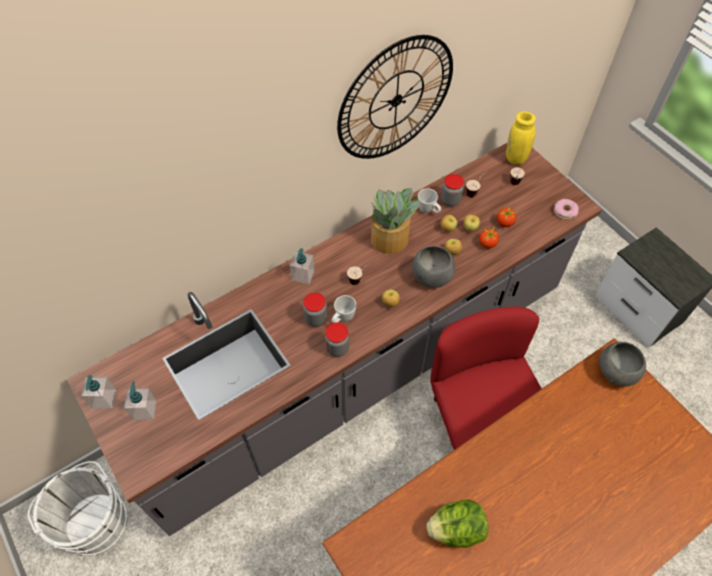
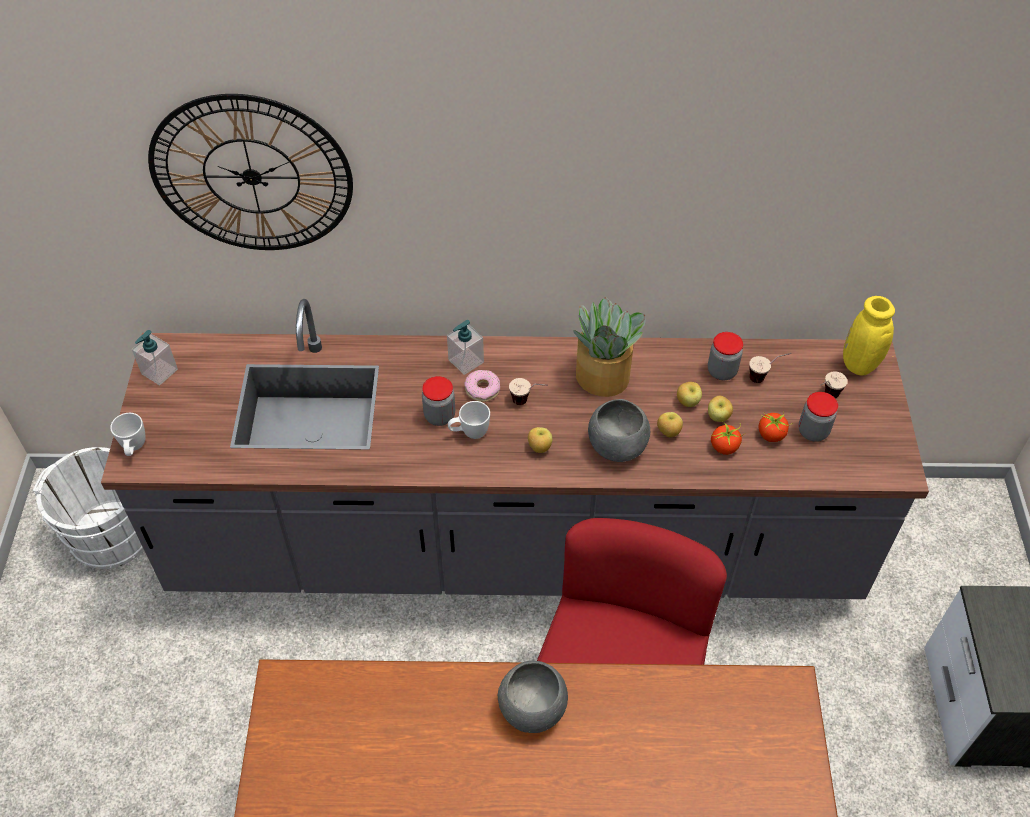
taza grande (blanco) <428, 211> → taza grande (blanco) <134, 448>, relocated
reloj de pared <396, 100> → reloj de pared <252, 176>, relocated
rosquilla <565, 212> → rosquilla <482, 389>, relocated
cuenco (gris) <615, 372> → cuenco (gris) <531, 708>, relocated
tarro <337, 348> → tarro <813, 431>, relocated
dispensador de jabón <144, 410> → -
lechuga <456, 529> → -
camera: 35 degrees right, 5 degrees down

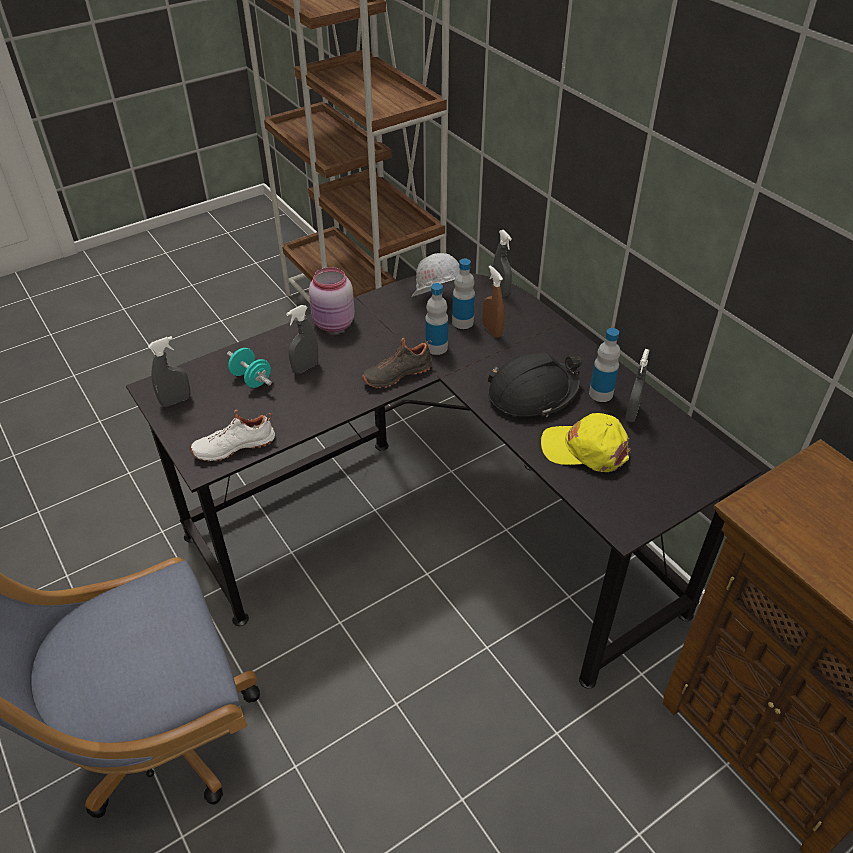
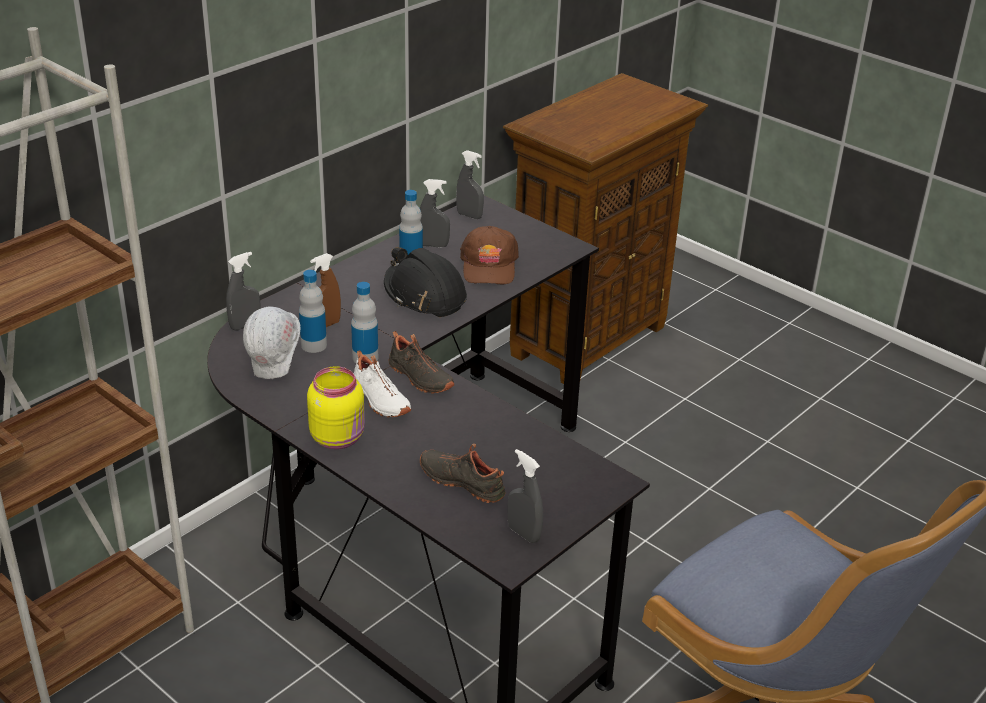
tarro (rosa) <334, 324> → tarro (amarillo) <339, 437>
zapato (blanco) <234, 445> → zapato (blanco) <379, 400>, relocated
mancuerna (turquesa) <251, 379> → zapato (negro) <463, 481>
pulverizador (gris) <305, 367> → pulverizador (gris) <469, 215>, relocated
gorra (amarillo) <585, 449> → gorra (marrón) <489, 266>
camera: 105 degrees left, 10 degrees down

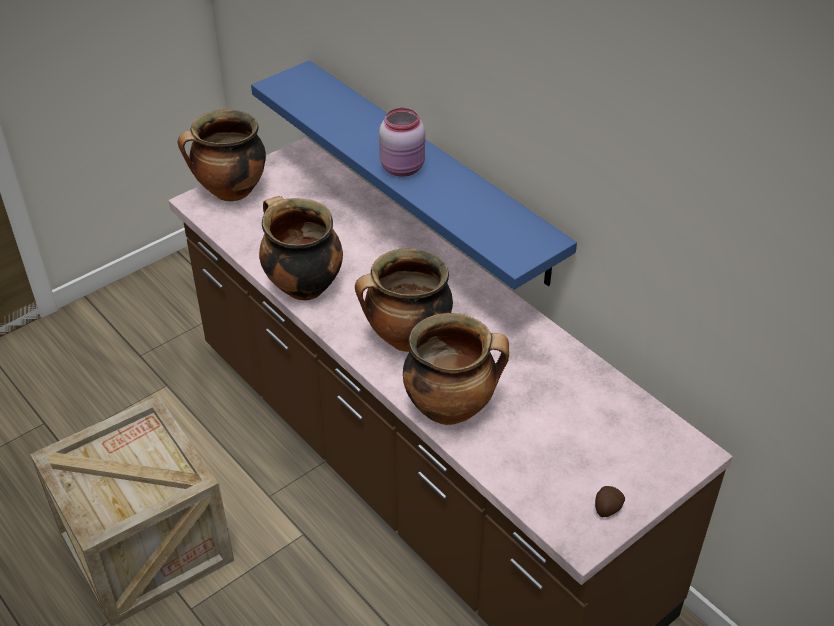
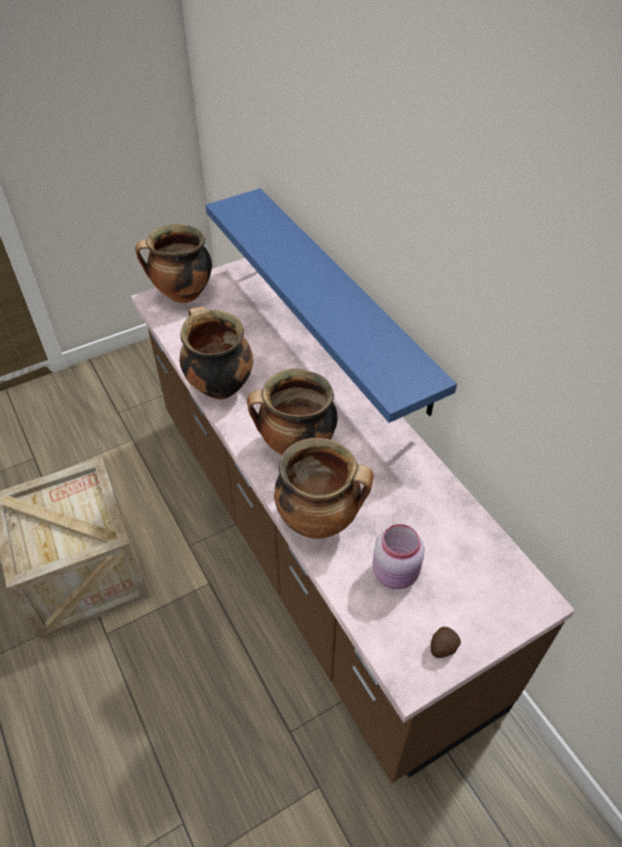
tarro (rosa) <403, 168> → tarro (rosa) <396, 573>, relocated
camera: 10 degrees right, 5 degrees up

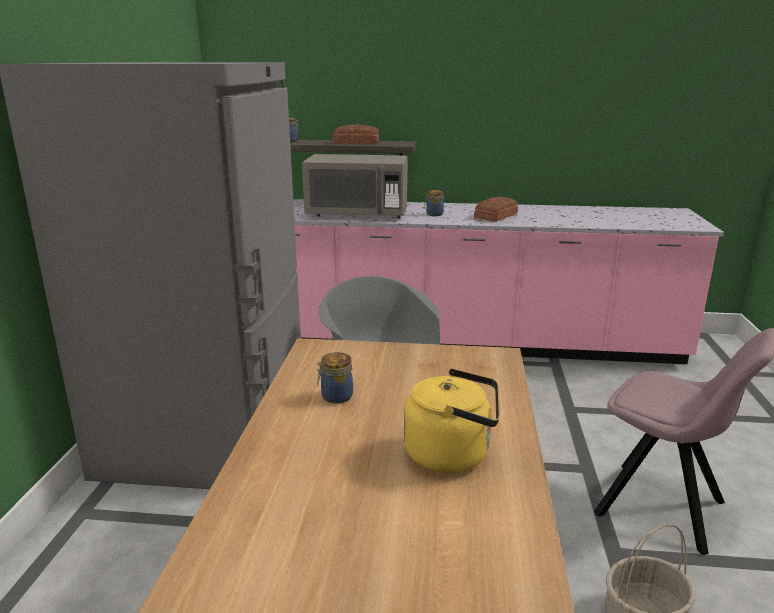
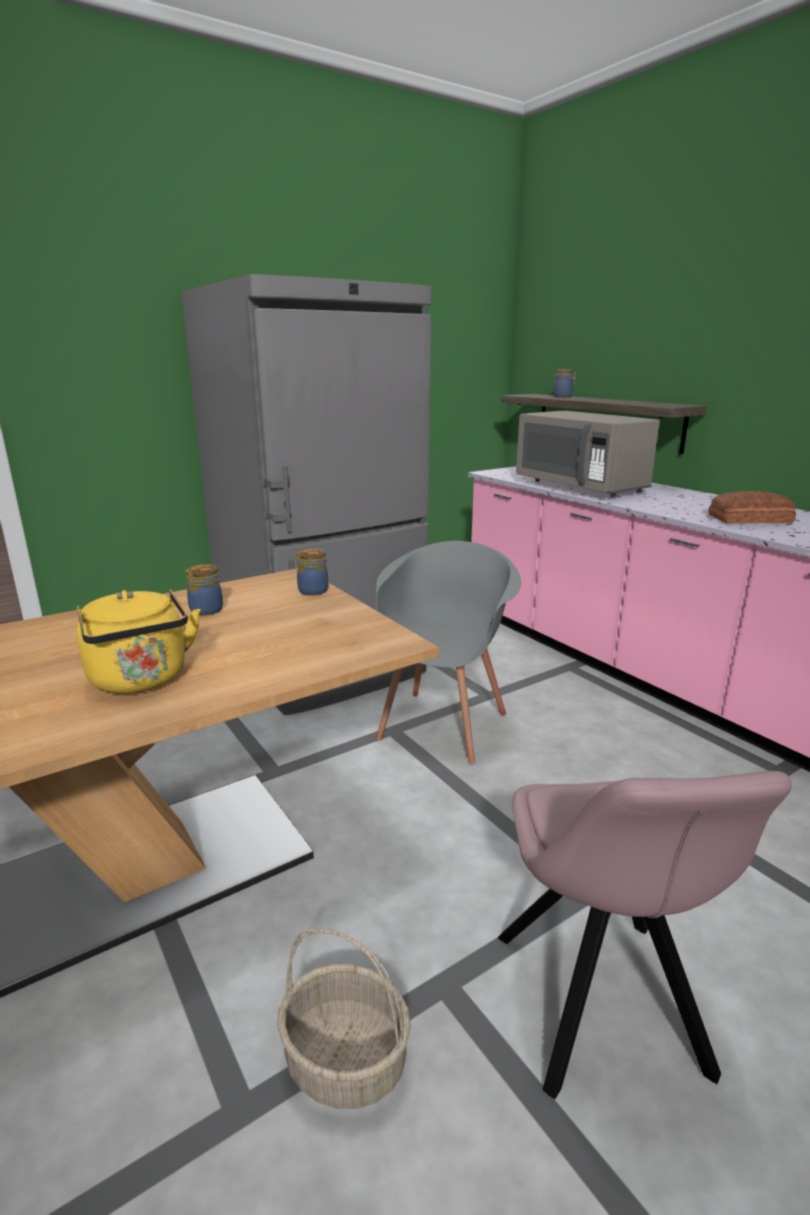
tarro <433, 214> → tarro <312, 590>, relocated
pan <356, 142> → -
camera: 50 degrees right, 0 degrees up

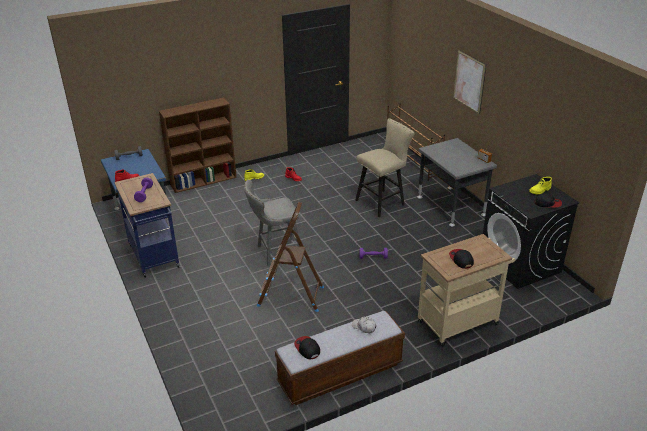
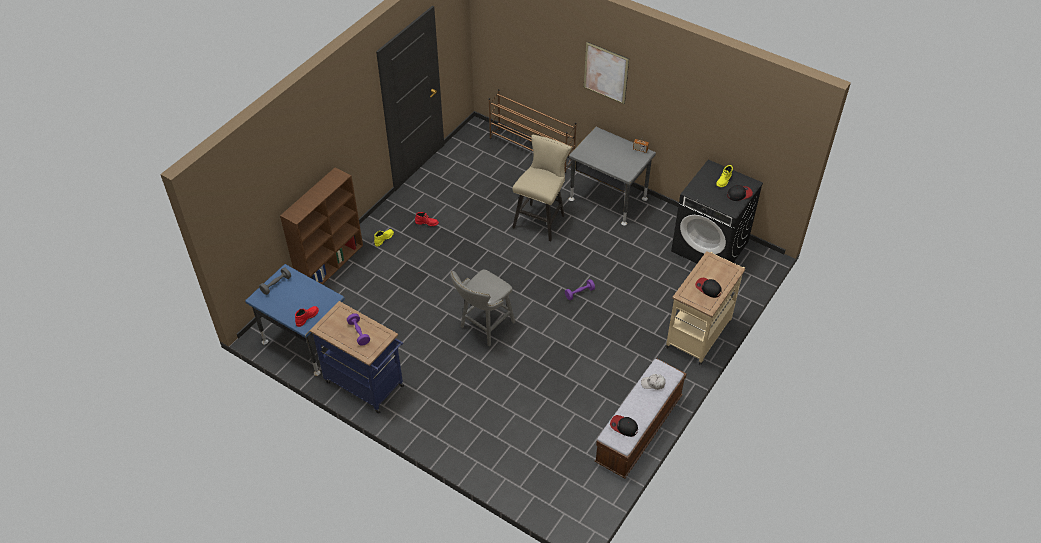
escalera de tijera (marrón) <290, 296> → -
camera: 30 degrees left, 15 degrees up

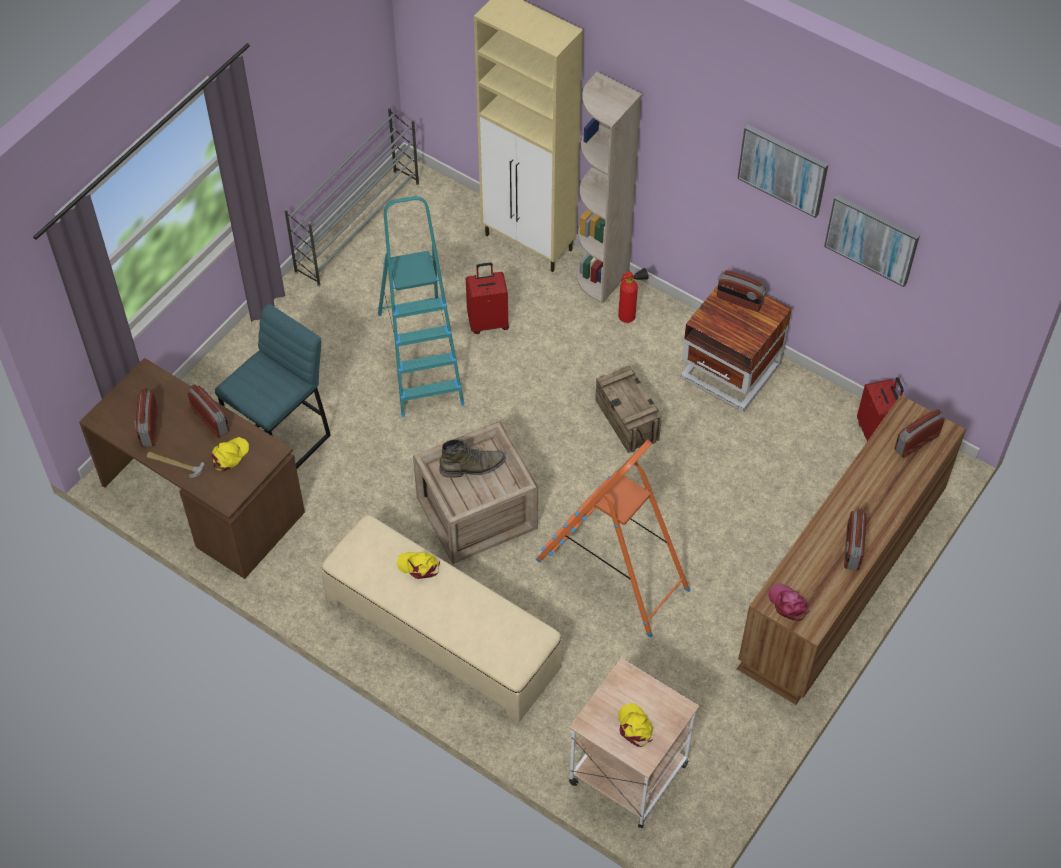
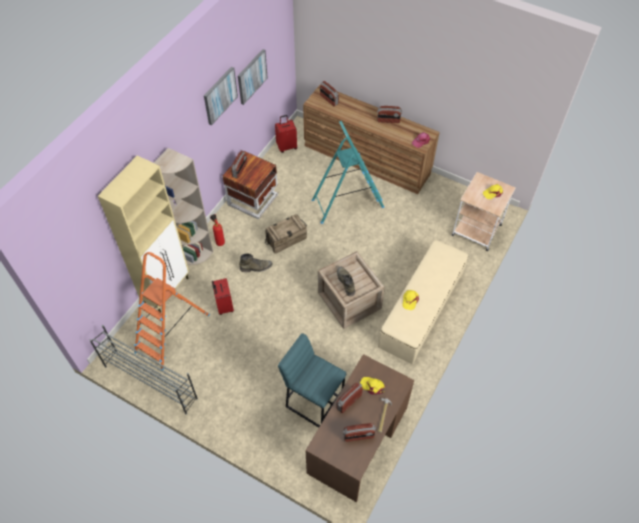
escalera de tijera (naranja) <611, 574> → escalera de tijera (naranja) <172, 333>, relocated
- → bota (verde) <256, 267>
escalera de tijera (turquesa) <420, 358> → escalera de tijera (turquesa) <348, 203>, relocated
camera: 95 degrees left, 0 degrees up

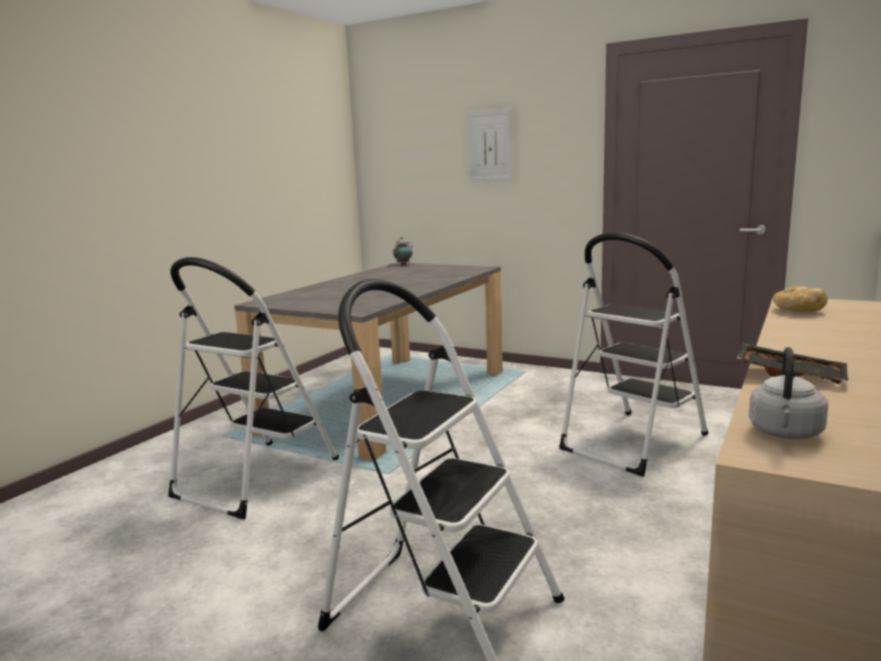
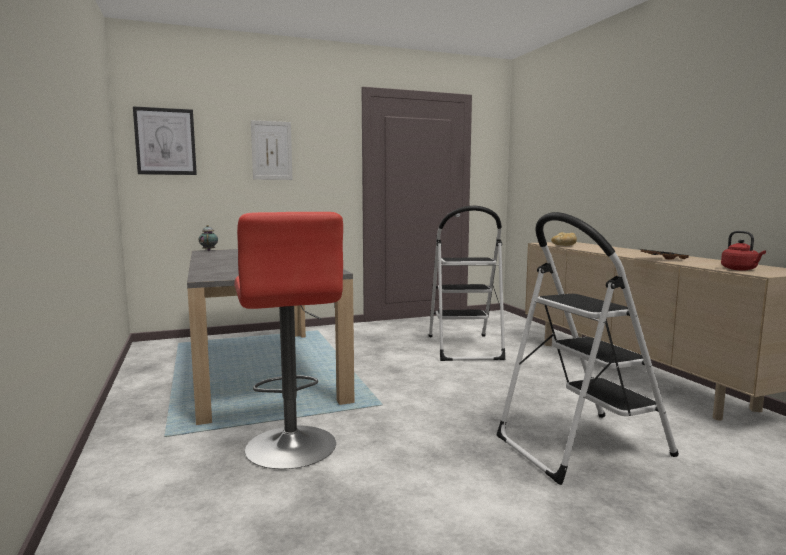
- → cuadro <165, 141>
escalera de tijera <253, 479> → taburete (rojo) <290, 447>
hervidor (gris) <785, 434> → hervidor (rojo) <740, 269>
camera: 50 degrees left, 5 degrees down

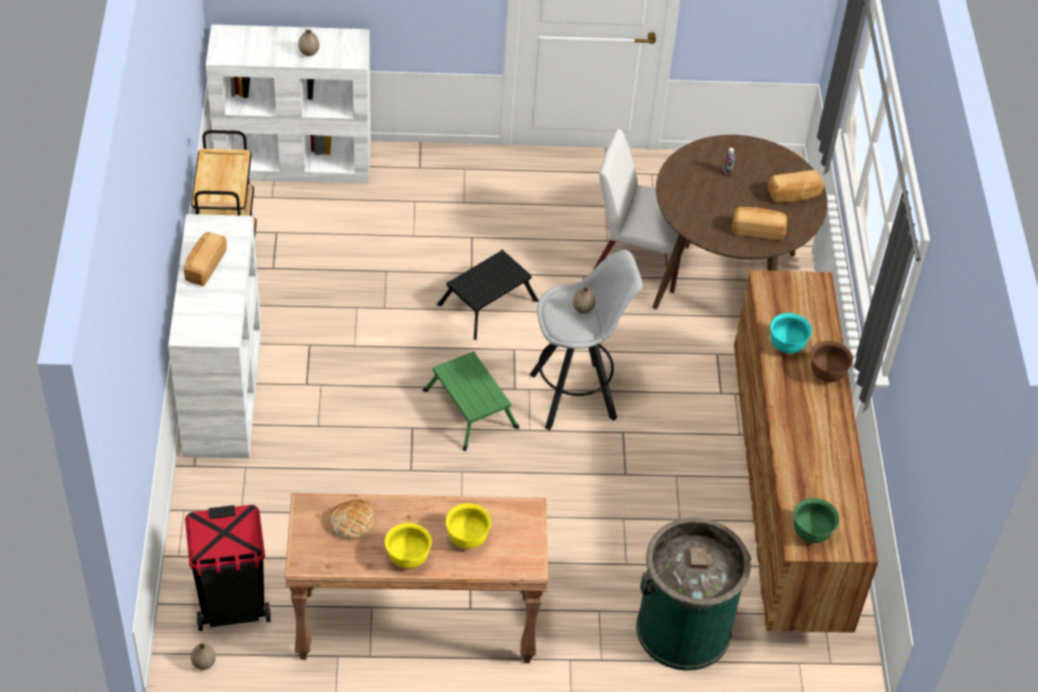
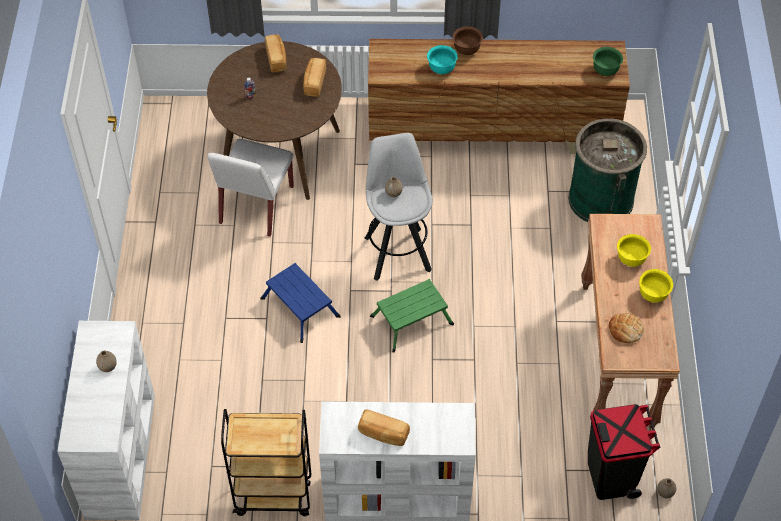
escalera de tijera (negro) <488, 302> → escalera de tijera (azul) <299, 307>
camera: 85 degrees left, 5 degrees up

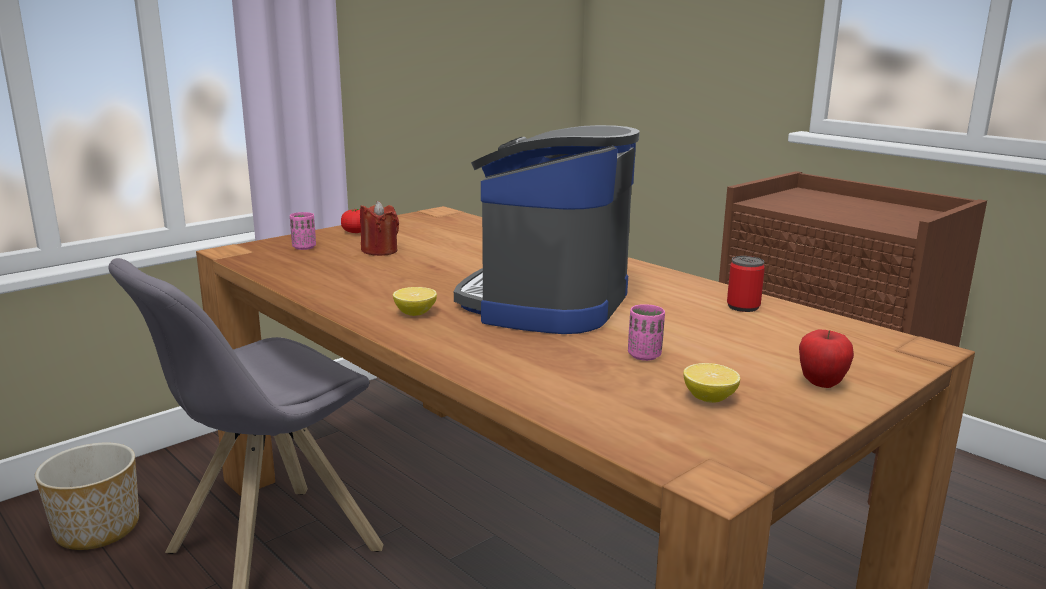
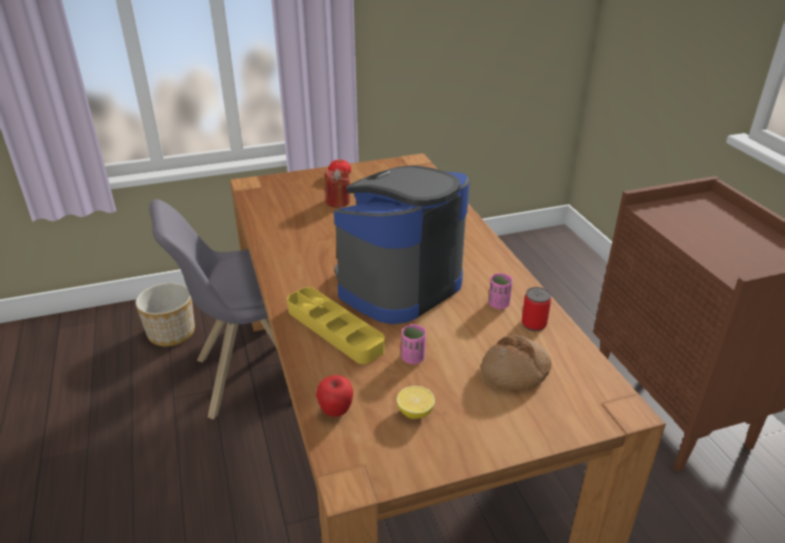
- → bandeja (amarillo) <334, 329>
manzana <821, 384> → manzana <336, 411>, relocated
- → pan <515, 372>
taza (rosa) <304, 247> → taza (rosa) <498, 304>, relocated
limón <415, 313> → -
camera: 25 degrees right, 15 degrees up

